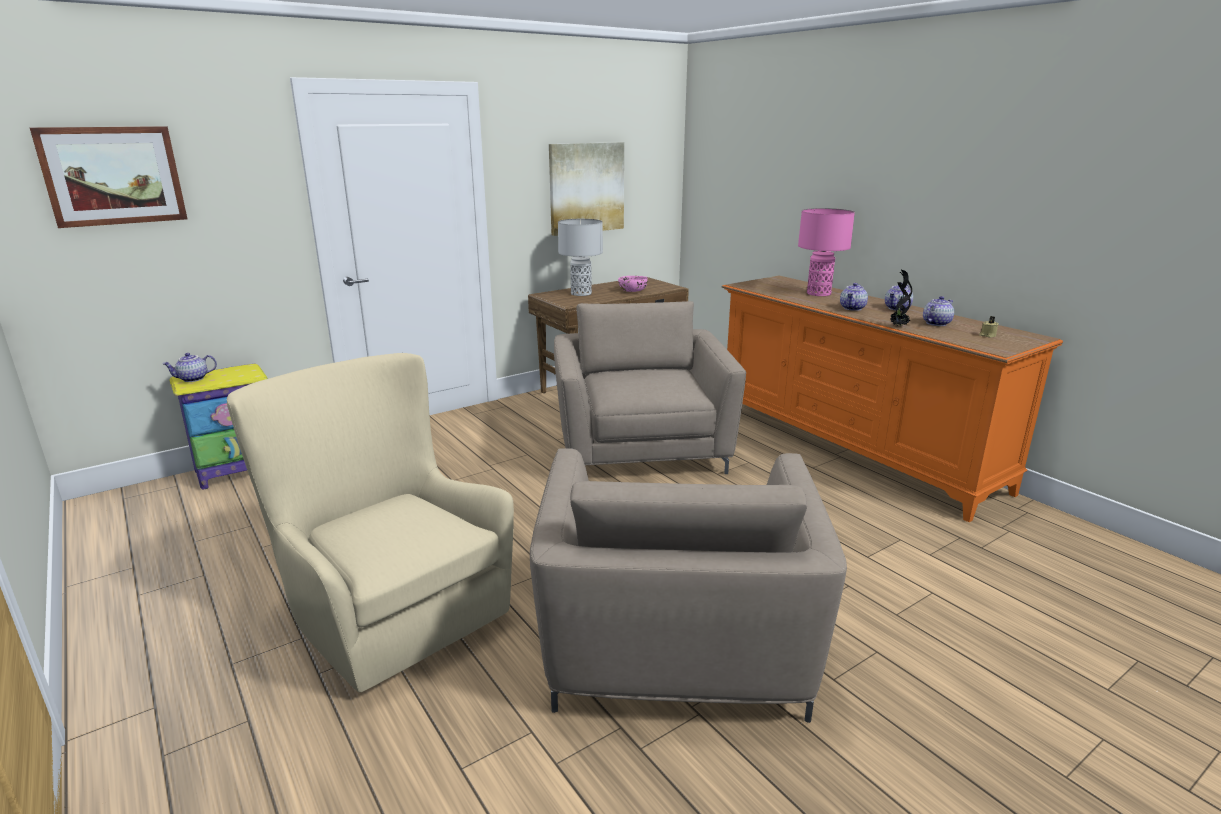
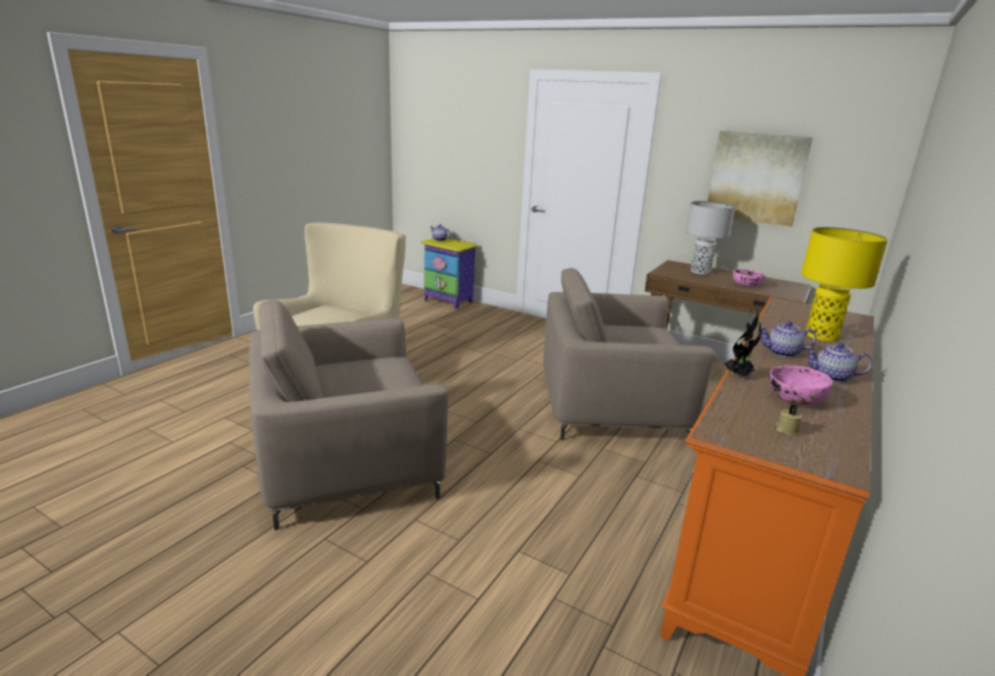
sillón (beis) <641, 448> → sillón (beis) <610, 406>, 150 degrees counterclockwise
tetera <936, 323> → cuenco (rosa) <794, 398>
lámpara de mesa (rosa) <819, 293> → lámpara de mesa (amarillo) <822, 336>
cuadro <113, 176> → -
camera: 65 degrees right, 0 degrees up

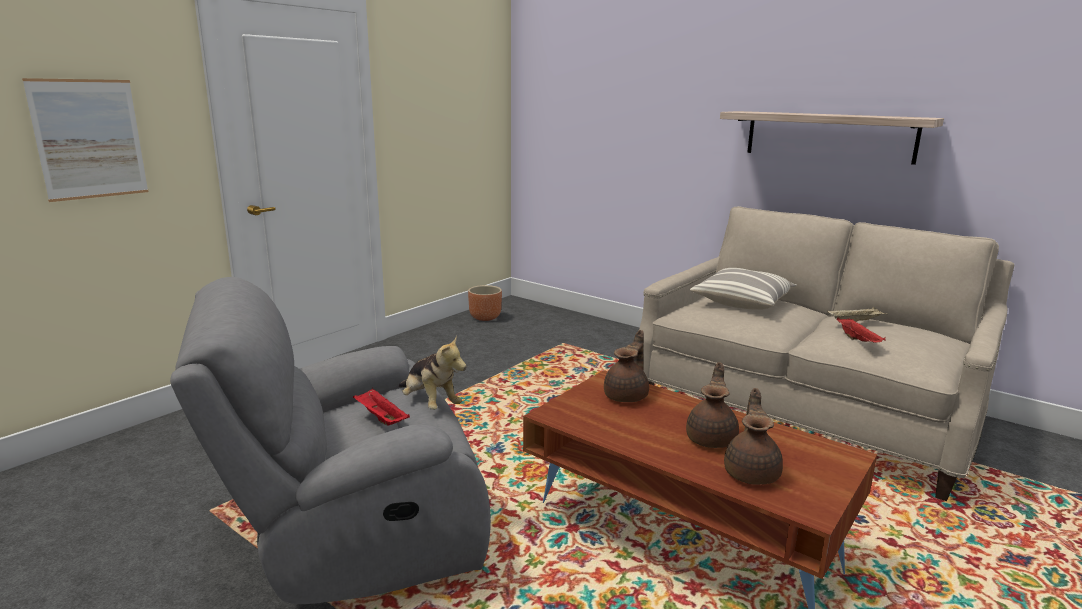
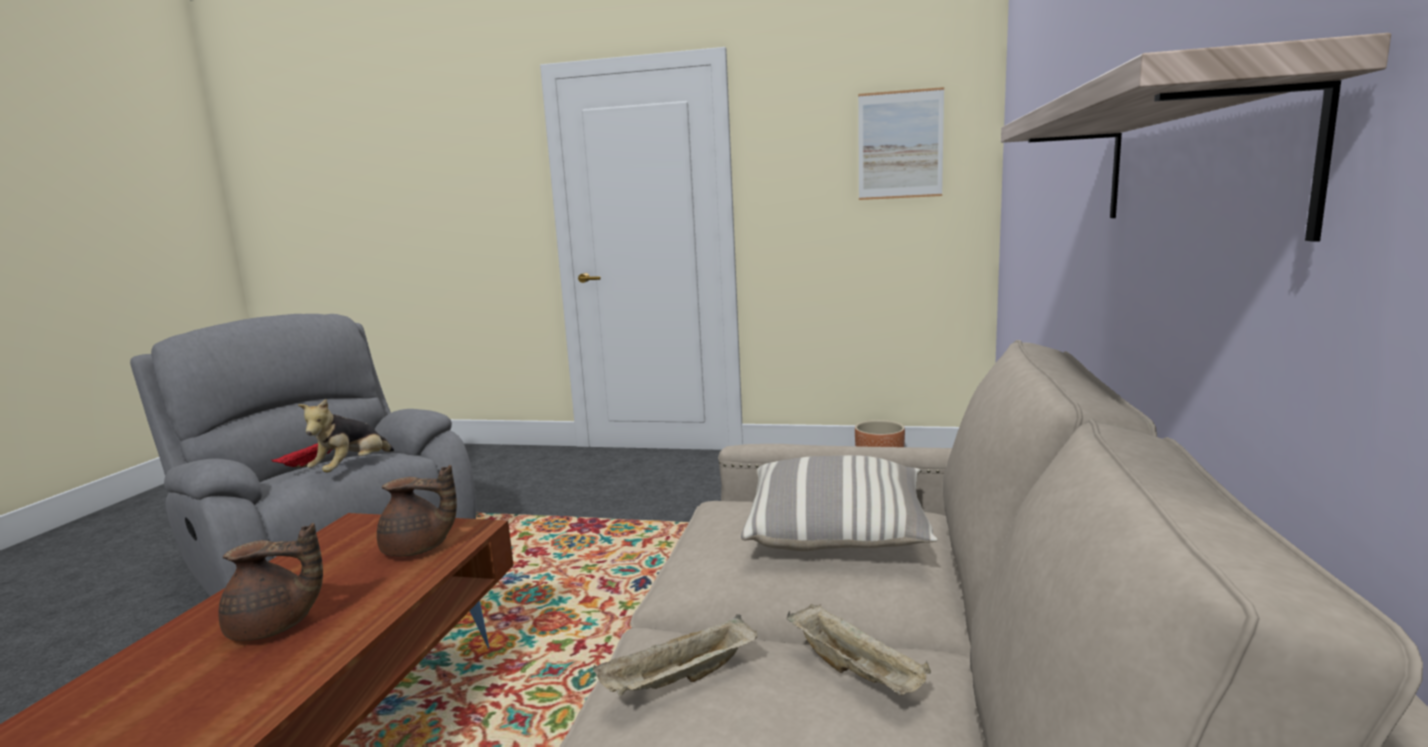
bandeja (rojo) <858, 341> → bandeja (beis) <679, 681>
cuadro <89, 139> → cuadro <900, 145>, relocated
tetera (marrón) <752, 472> → -
camera: 65 degrees right, 5 degrees down

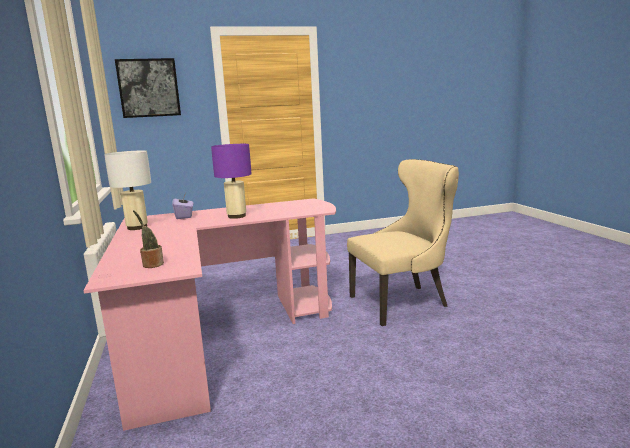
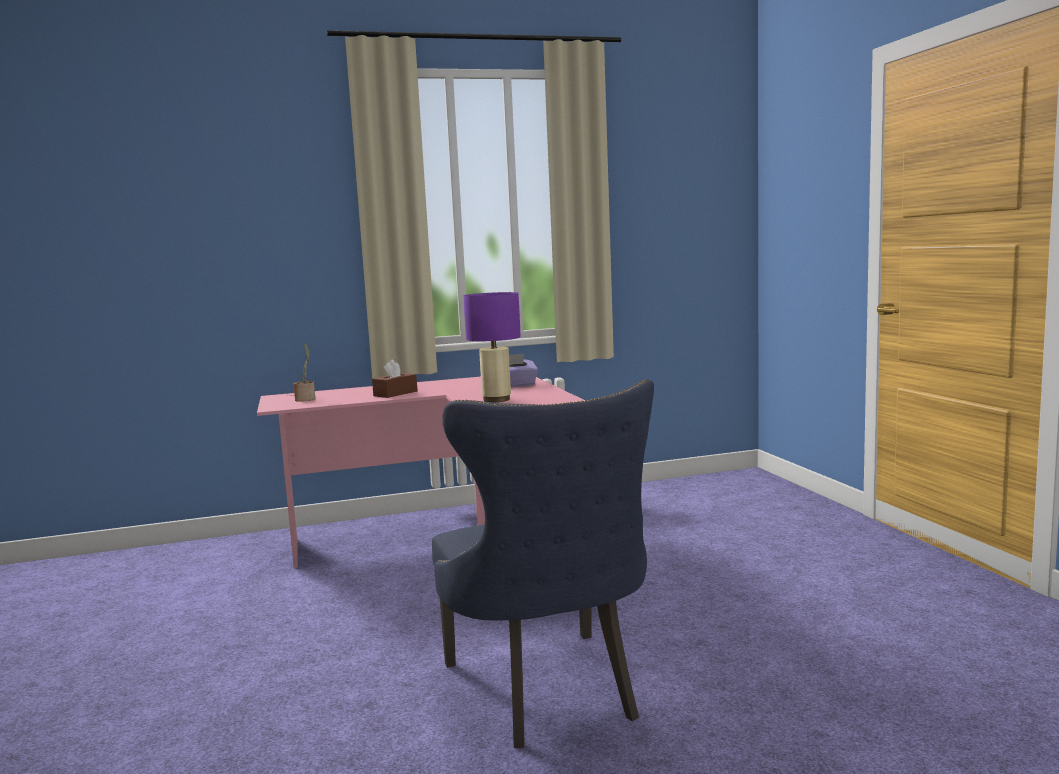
- → caja de pañuelos (marrón) <395, 393>
silla (beis) <402, 302> → silla (azul) <548, 691>
lámpara de mesa (blanco) <136, 227> → -
cuadro <149, 88> → -
camera: 90 degrees right, 5 degrees down

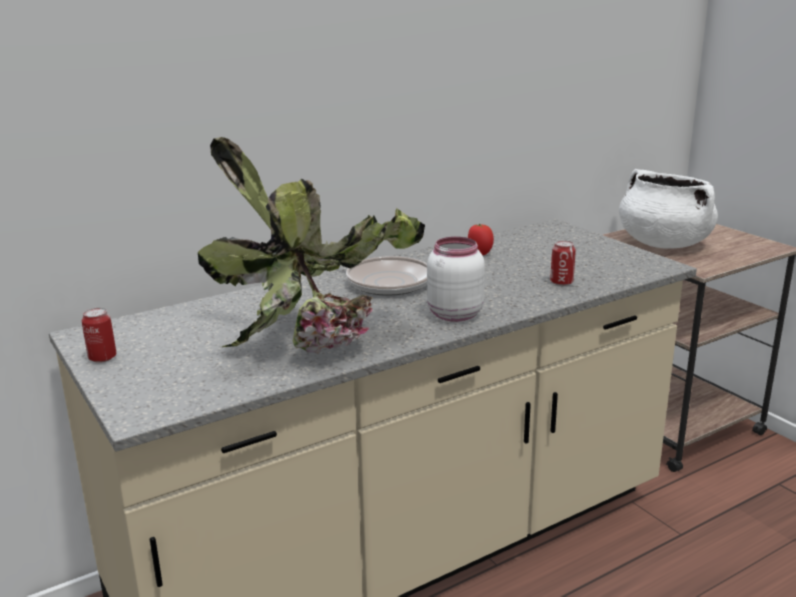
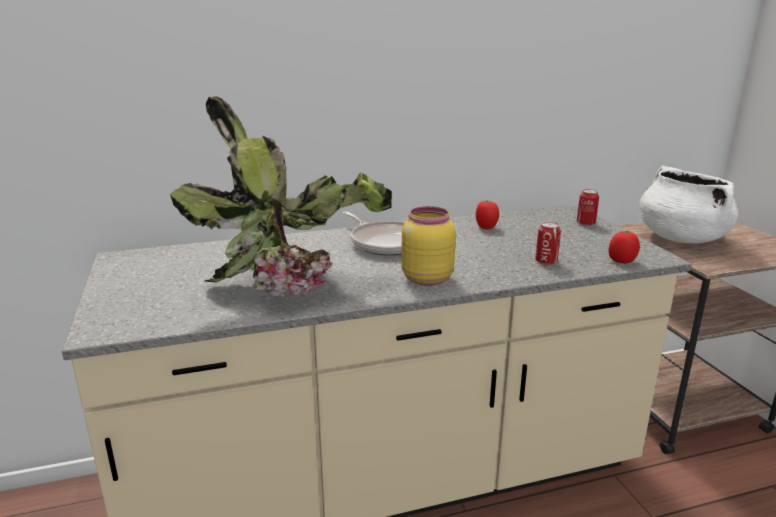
tarro (blanco) <453, 314> → tarro (amarillo) <425, 278>
lata <102, 358> → lata <585, 223>, relocated
- → tomate <622, 261>
camera: 15 degrees right, 0 degrees up

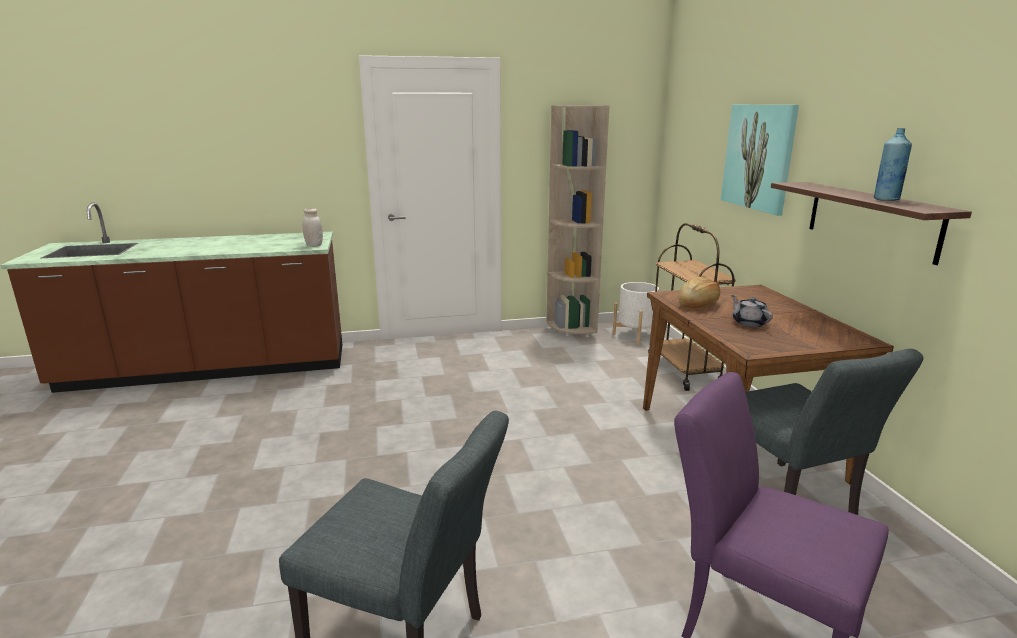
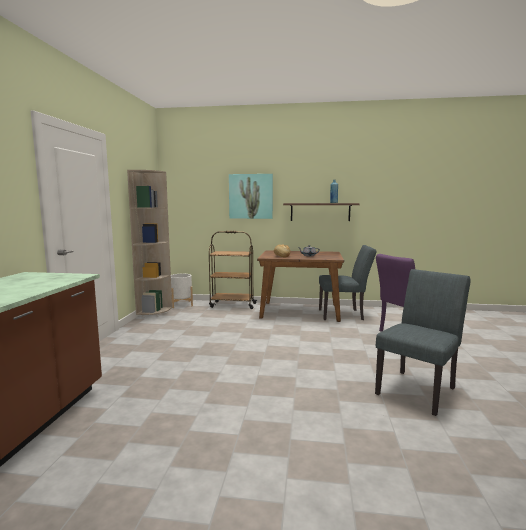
tarro (blanco) <314, 245> → -
camera: 70 degrees left, 10 degrees down

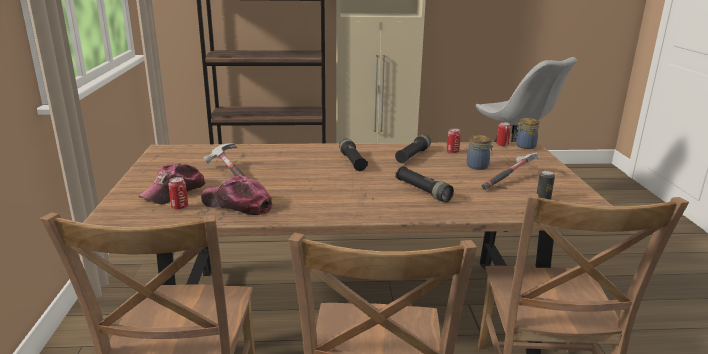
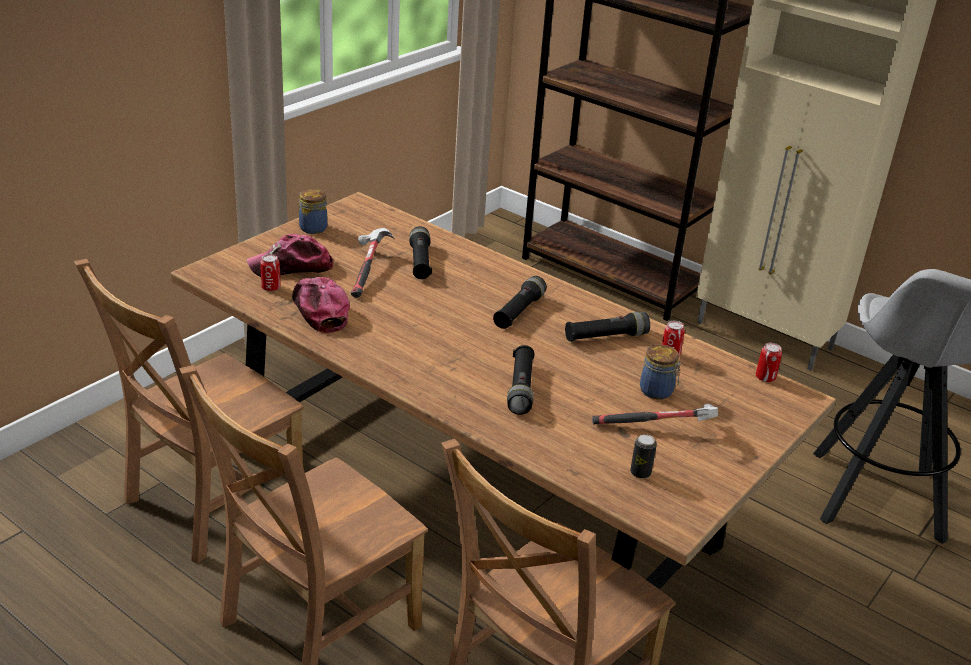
tarro <524, 146> → tarro <312, 228>, relocated
- → linterna (negro) <420, 262>
camera: 40 degrees right, 10 degrees up

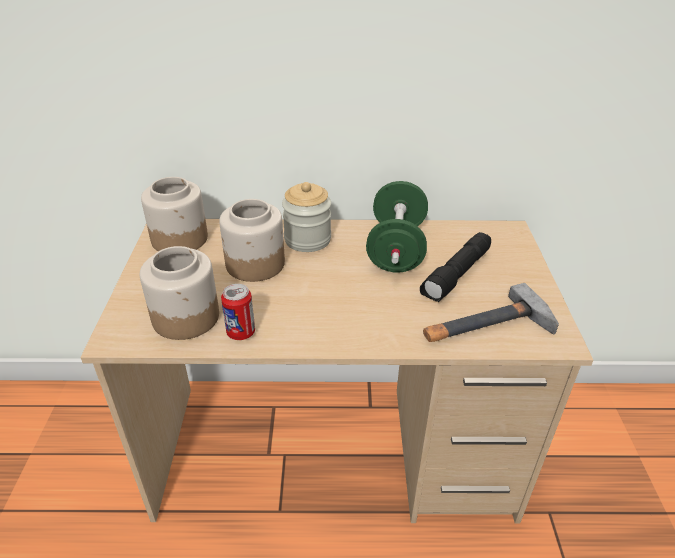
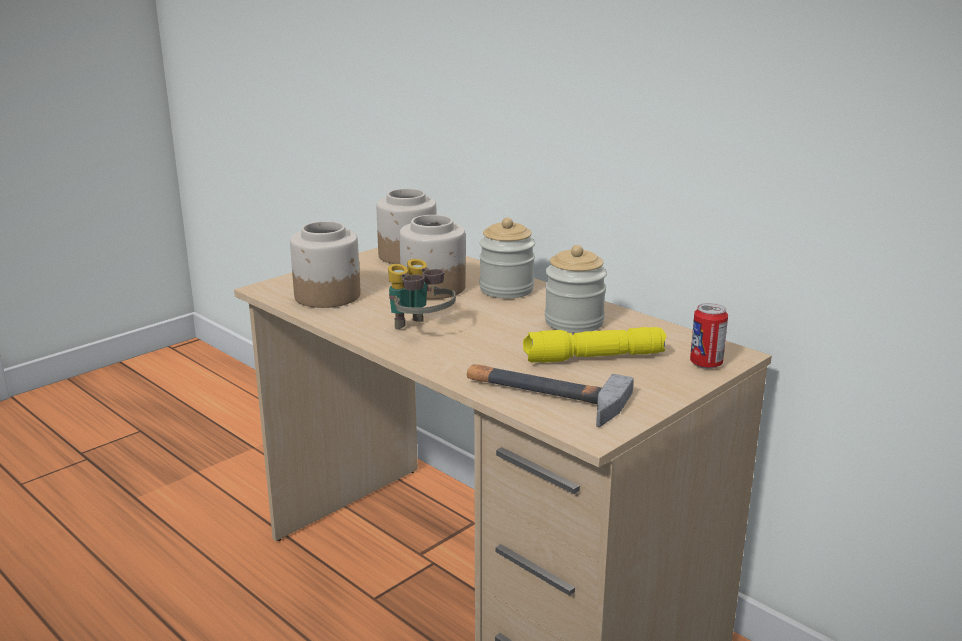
- → prismáticos <419, 330>
linterna (negro) <457, 275> → linterna (amarillo) <593, 358>
mancuerna (verde) <396, 249> → tarro <574, 322>
lata <241, 333> → lata <706, 364>, relocated
camera: 45 degrees right, 15 degrees down

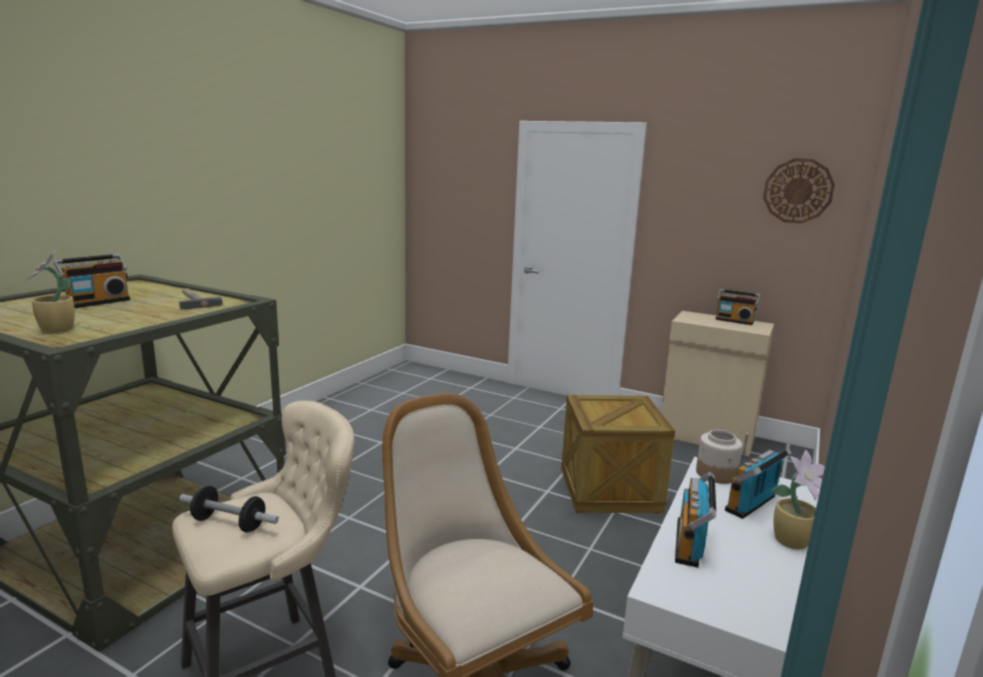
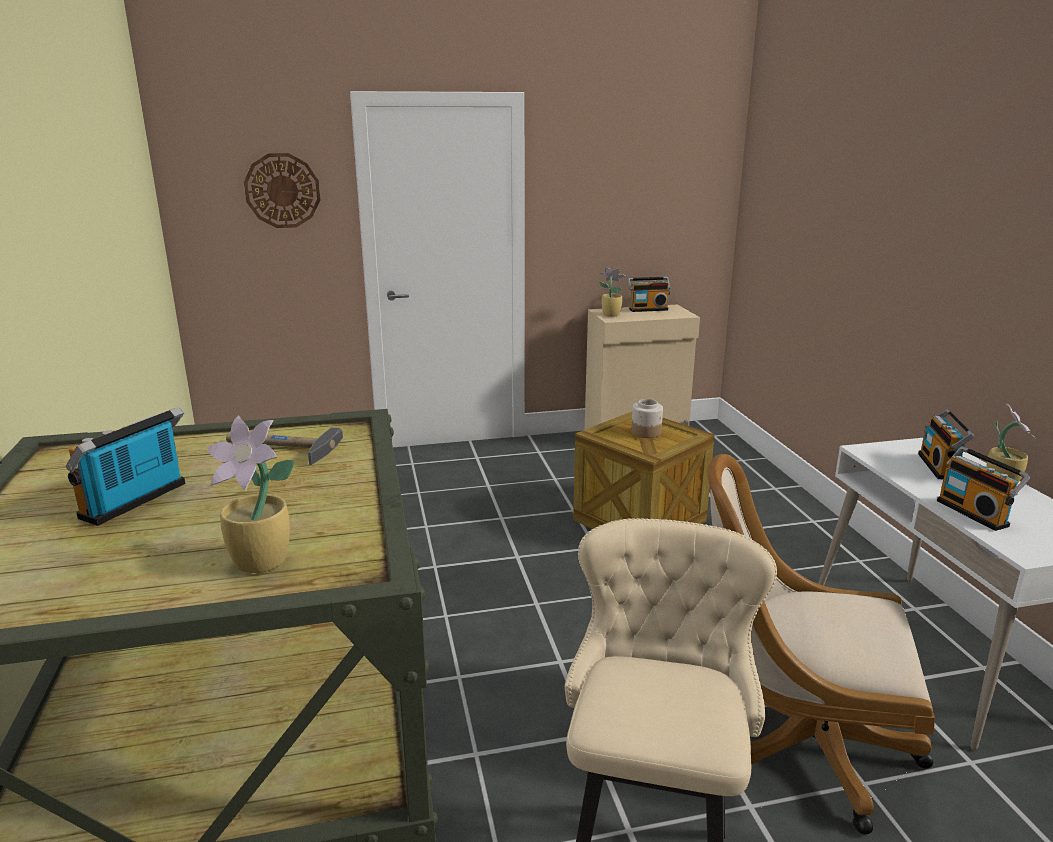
radio <97, 302> → radio <137, 502>, 150 degrees counterclockwise
reloj de pared <798, 191> → reloj de pared <282, 190>, relocated
- → planta en maceta <610, 314>
tarro <716, 474> → tarro <646, 432>, relocated
mancuerna <229, 523> → -
camera: 40 degrees left, 5 degrees up

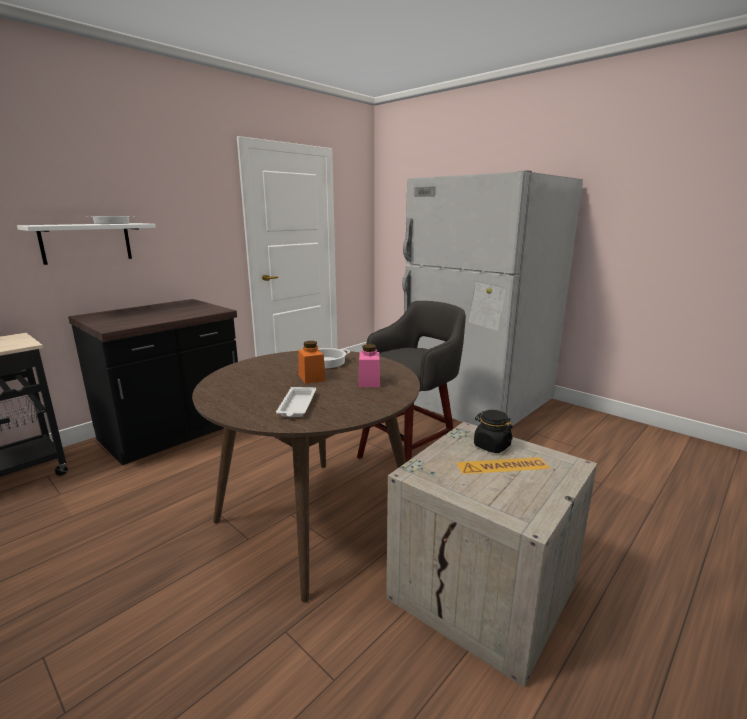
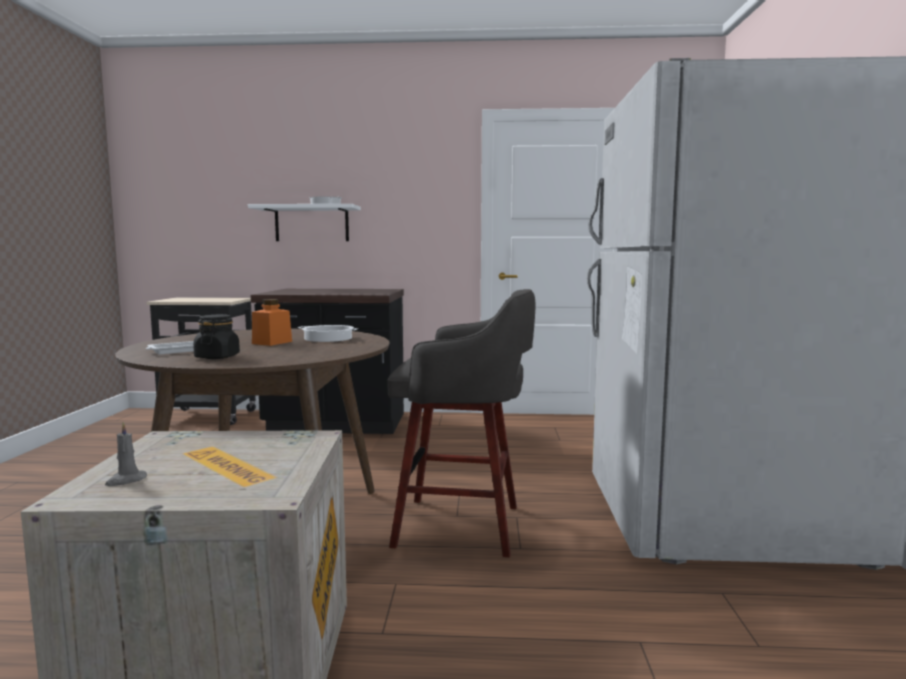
- → vela (gris) <125, 480>
tarro (negro) <491, 446> → tarro (negro) <217, 357>, relocated
tarro (rosa) <369, 382> → -
camera: 50 degrees right, 10 degrees down

